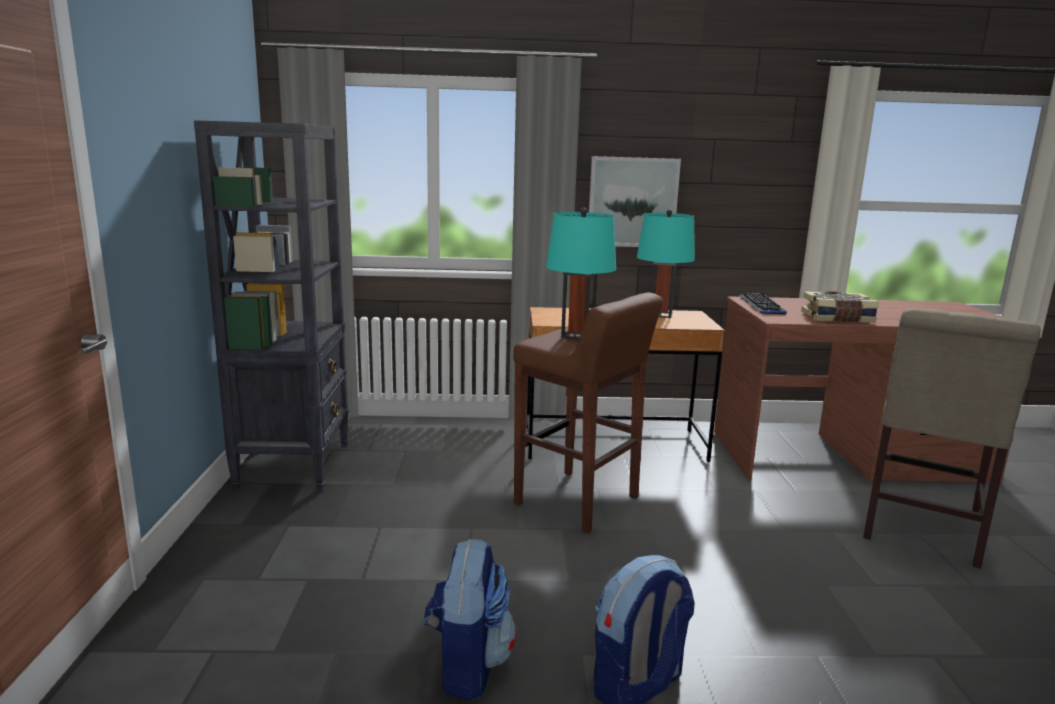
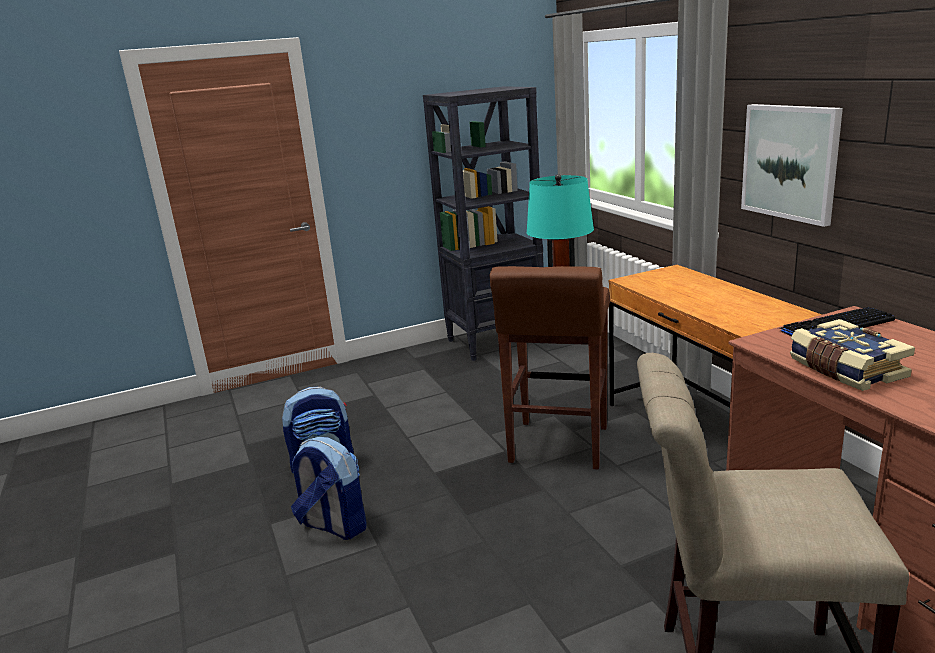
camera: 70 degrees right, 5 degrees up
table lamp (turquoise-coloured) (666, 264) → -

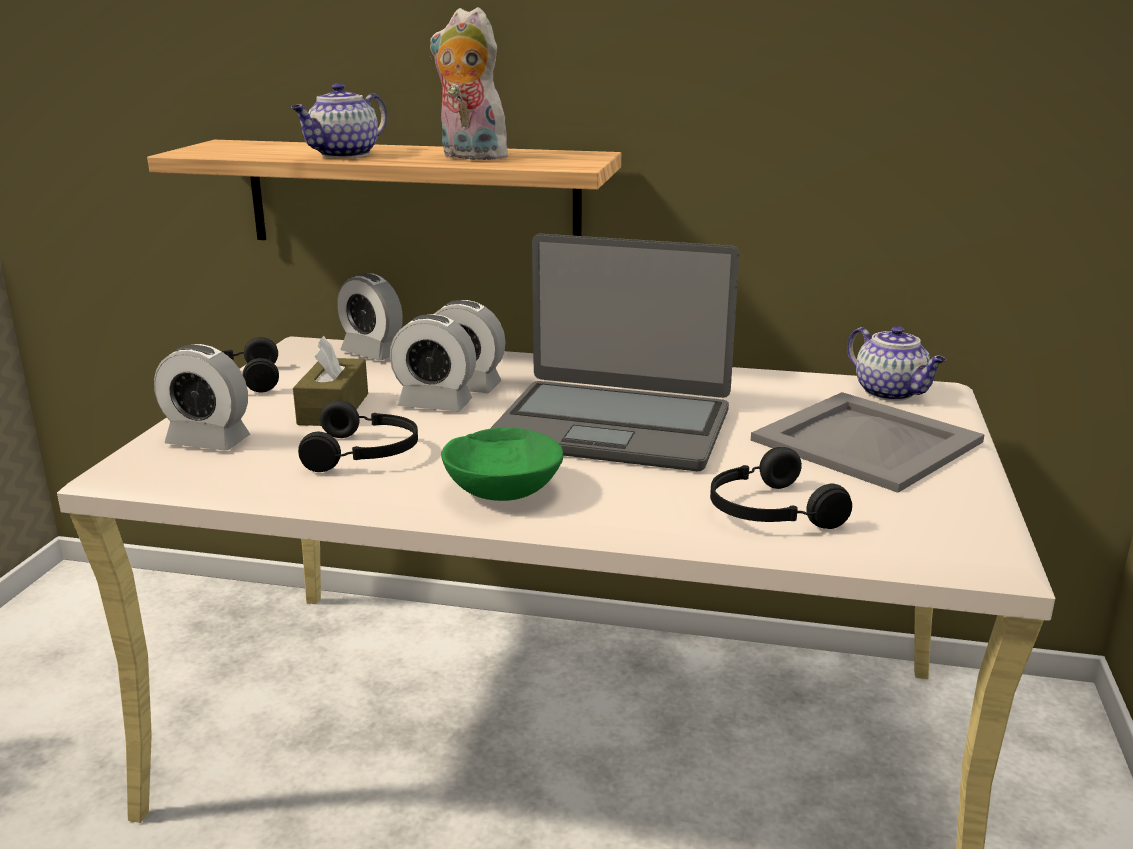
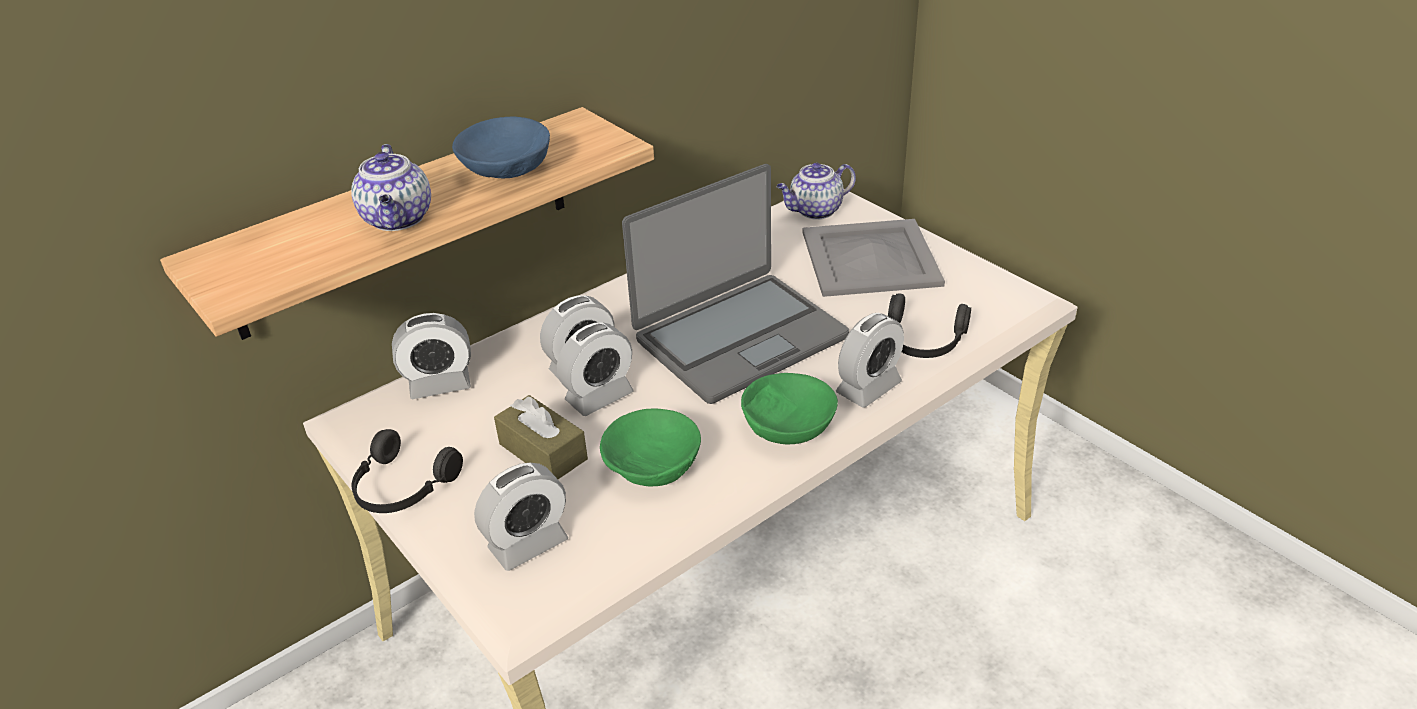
camera: 50 degrees left, 15 degrees up
headset (blackish) (358, 436) → serving bowl (greenish) (650, 447)
soft toy (470, 83) → serving bowl (bluish) (501, 148)
teapot (896, 363) → teapot (816, 191), 150 degrees clockwise
- → table clock (870, 360)

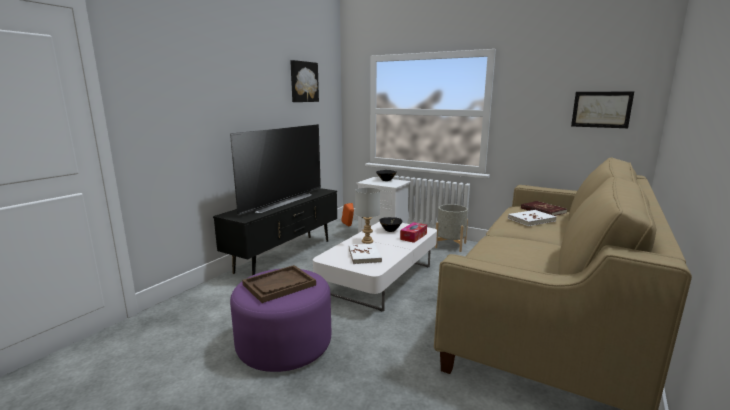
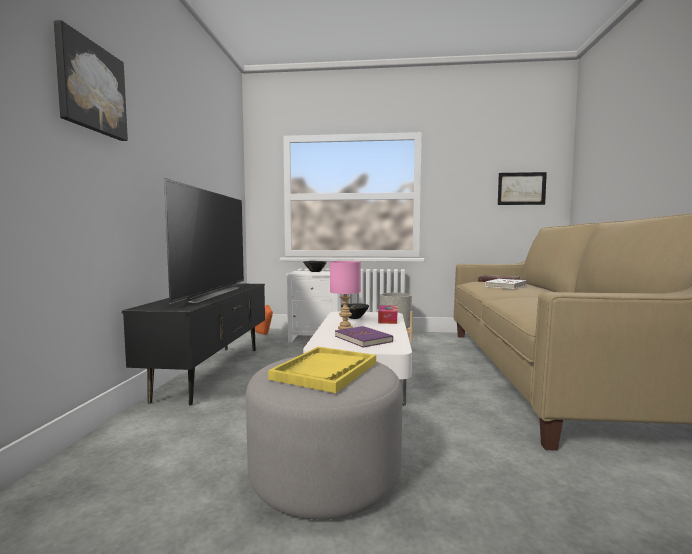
camera: 25 degrees left, 10 degrees down
footrest (purple) (280, 320) → footrest (gray) (324, 438)
carrying tray (brown-coloured) (279, 284) → carrying tray (yellowish) (322, 370)
picture (304, 81) → picture (91, 80), moved
bound book (white) (365, 253) → bound book (purple) (364, 337)
table lamp (gray) (367, 215) → table lamp (pink-coloured) (345, 295)

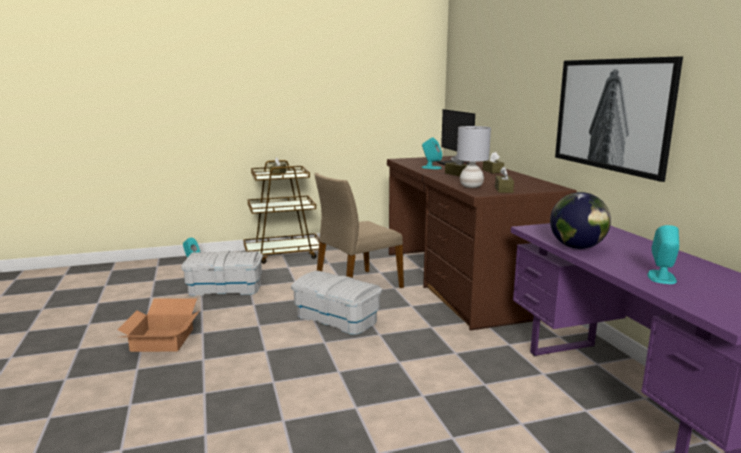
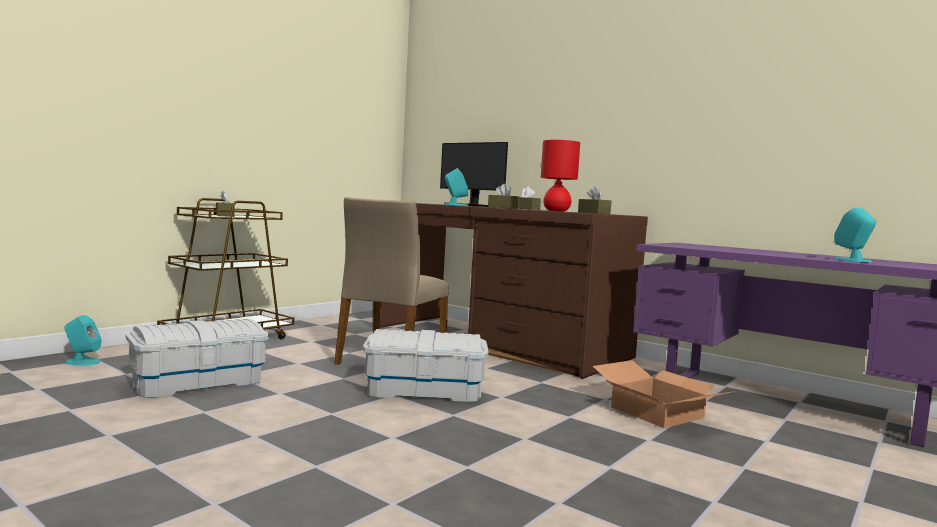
camera: 35 degrees left, 10 degrees down
cardboard box (158, 325) → cardboard box (664, 394), moved
table lamp (gray) (474, 157) → table lamp (reddish) (560, 176)
globe (580, 220) → -
picture (619, 119) → -

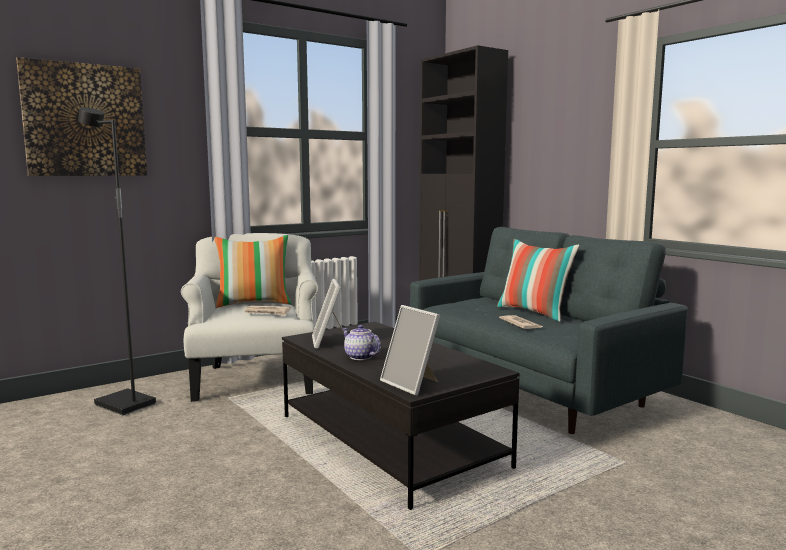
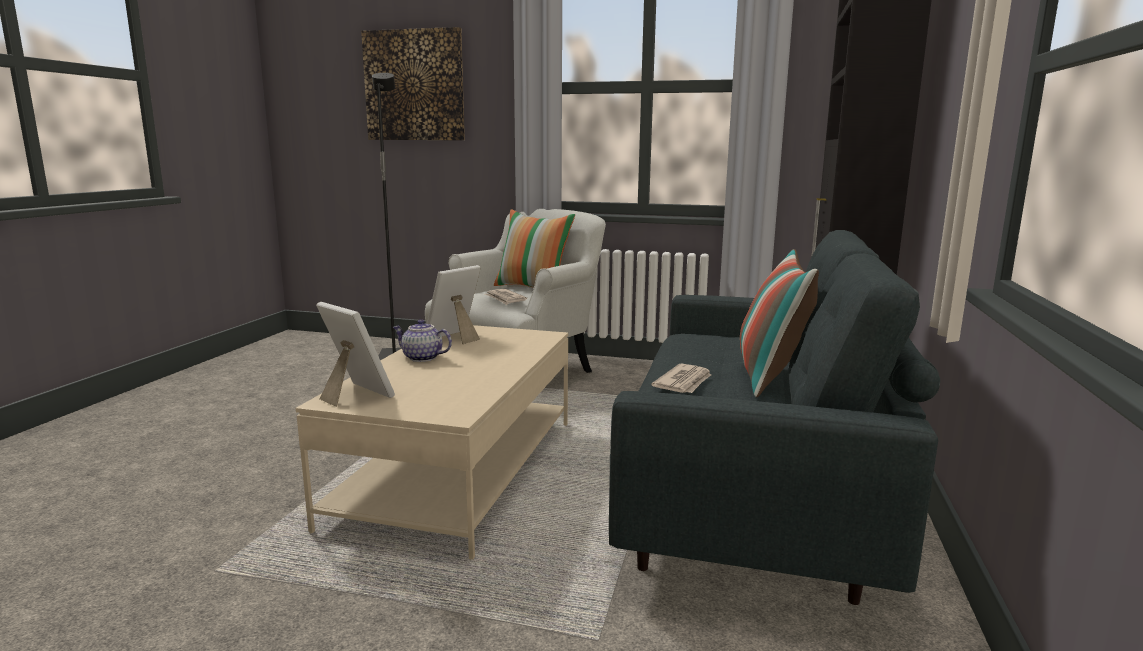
camera: 50 degrees right, 5 degrees up
low table (blackish) (401, 416) → low table (beige) (432, 442)
teapot (361, 342) → teapot (422, 340), 75 degrees counterclockwise
picture frame (410, 350) → picture frame (355, 354), 120 degrees clockwise

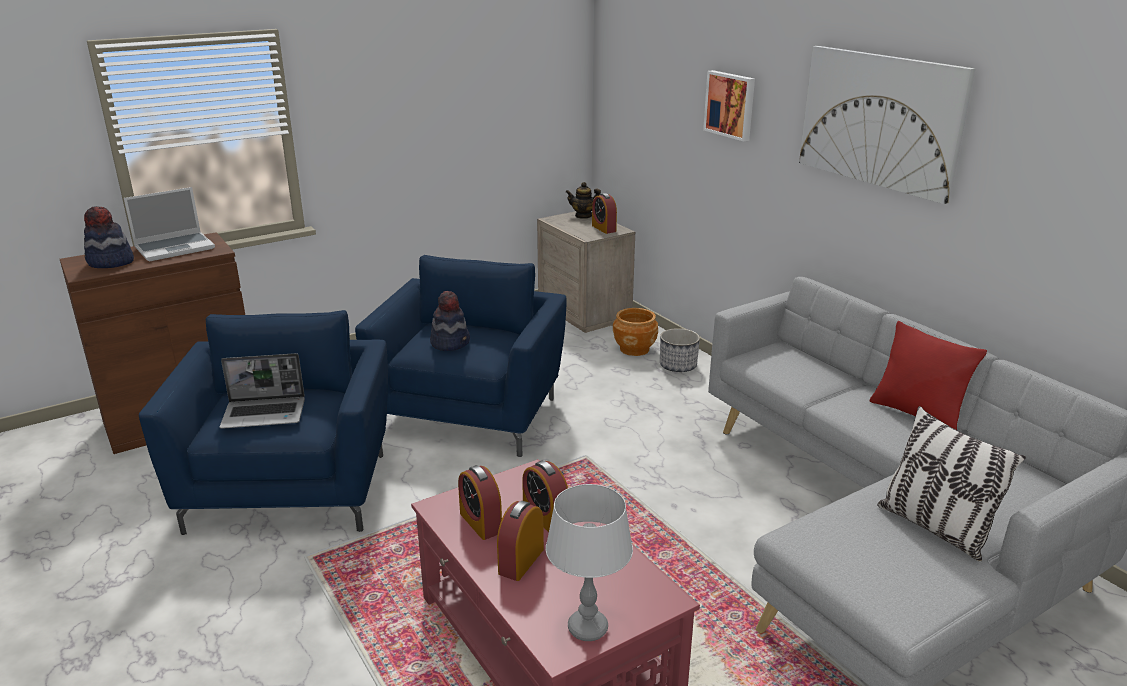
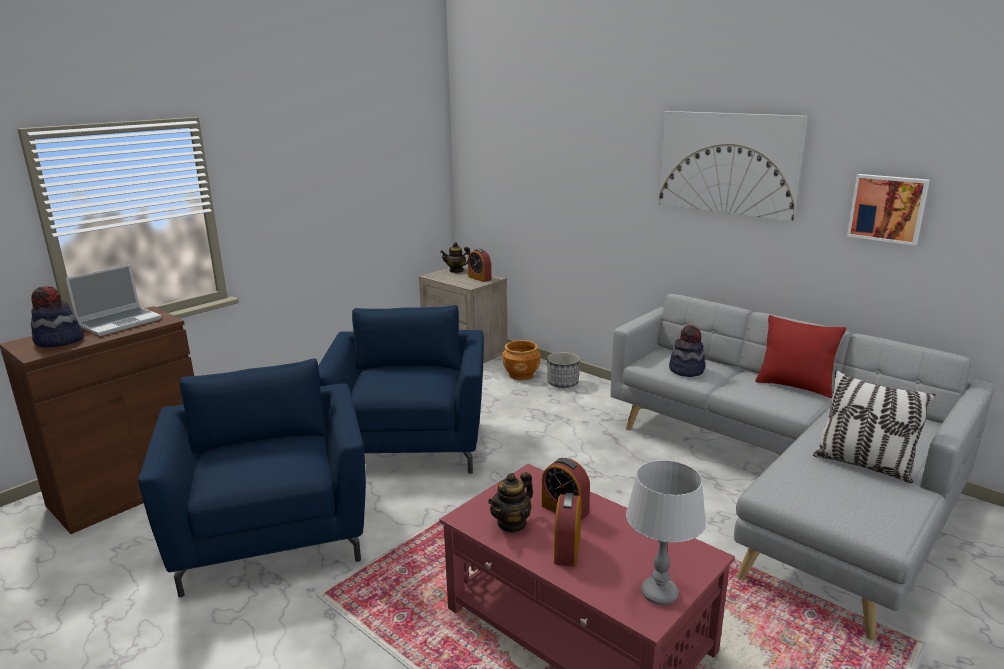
camera: 15 degrees left, 5 degrees down
portable computer (262, 391) → -
wearable hat (450, 321) → wearable hat (687, 351), moved
table clock (480, 502) → teapot (510, 502)
picture (729, 106) → picture (888, 210), moved

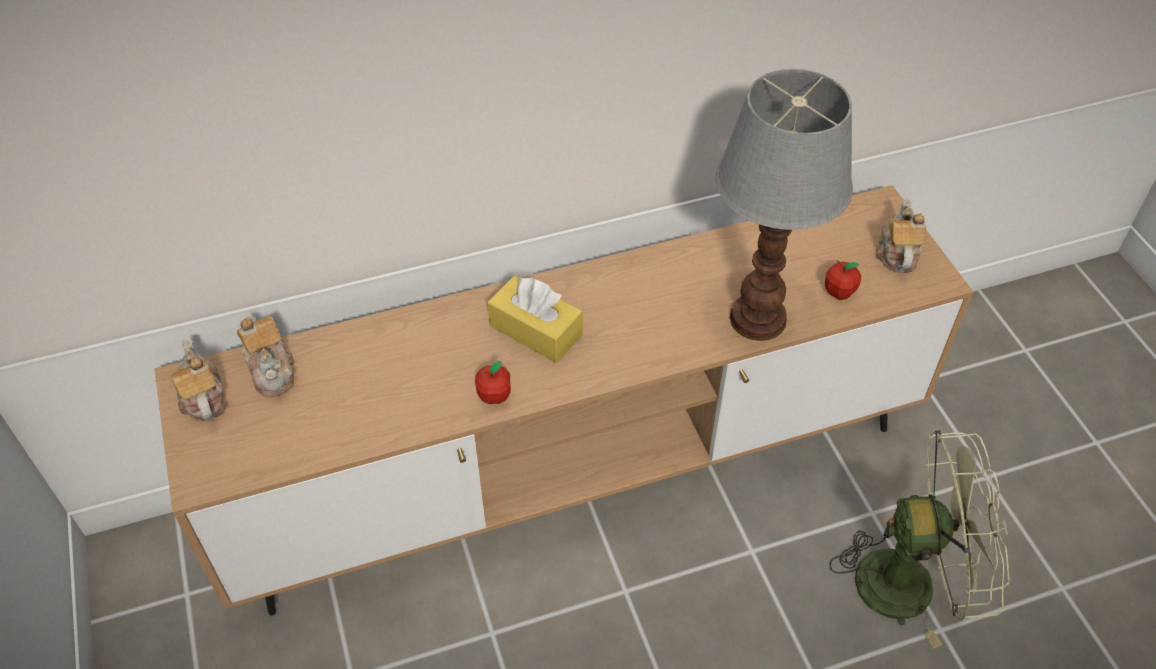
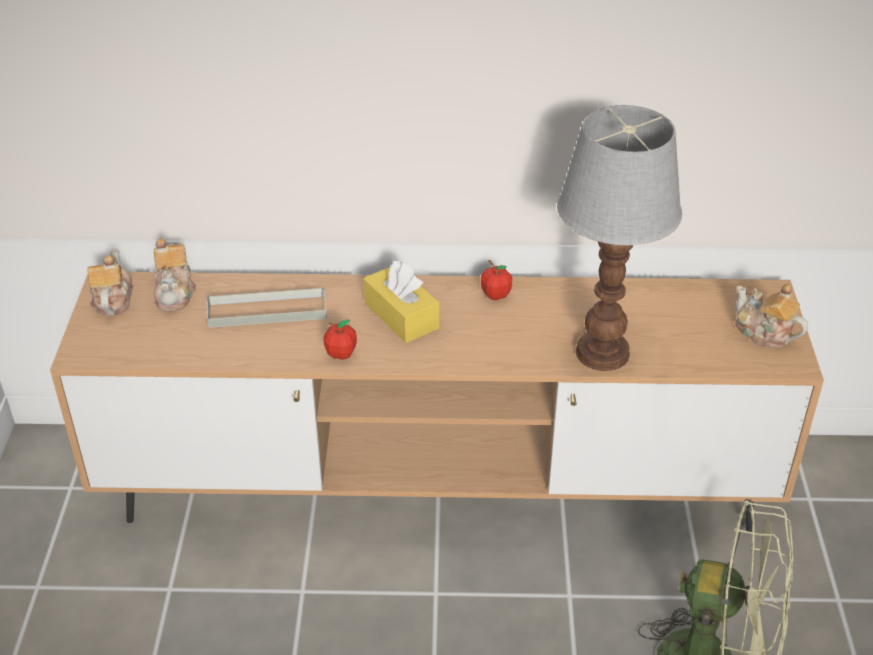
camera: 20 degrees right, 10 degrees down
whole apple (843, 280) → whole apple (496, 280), moved
teapot (901, 235) → teapot (771, 315), 75 degrees counterclockwise
- → carrying tray (gray) (266, 307)

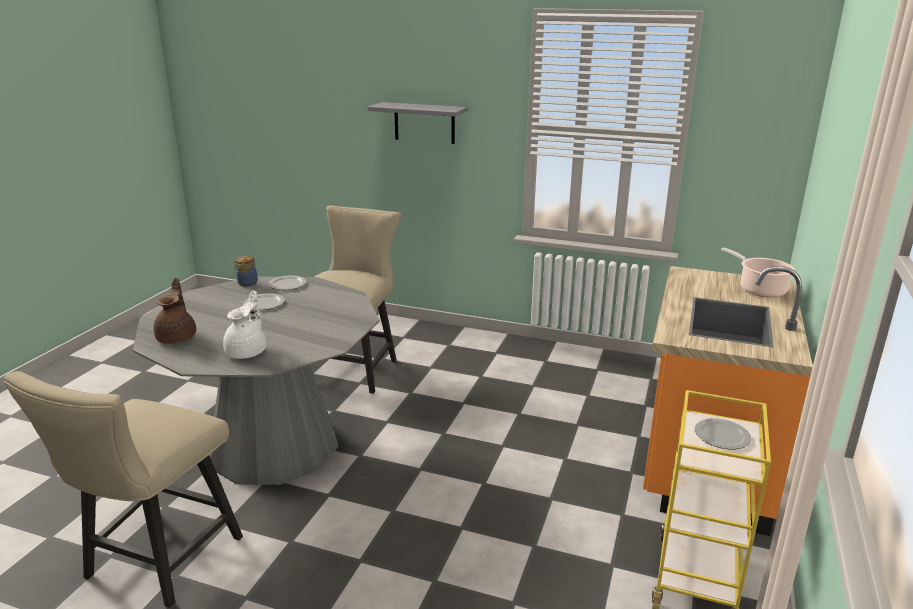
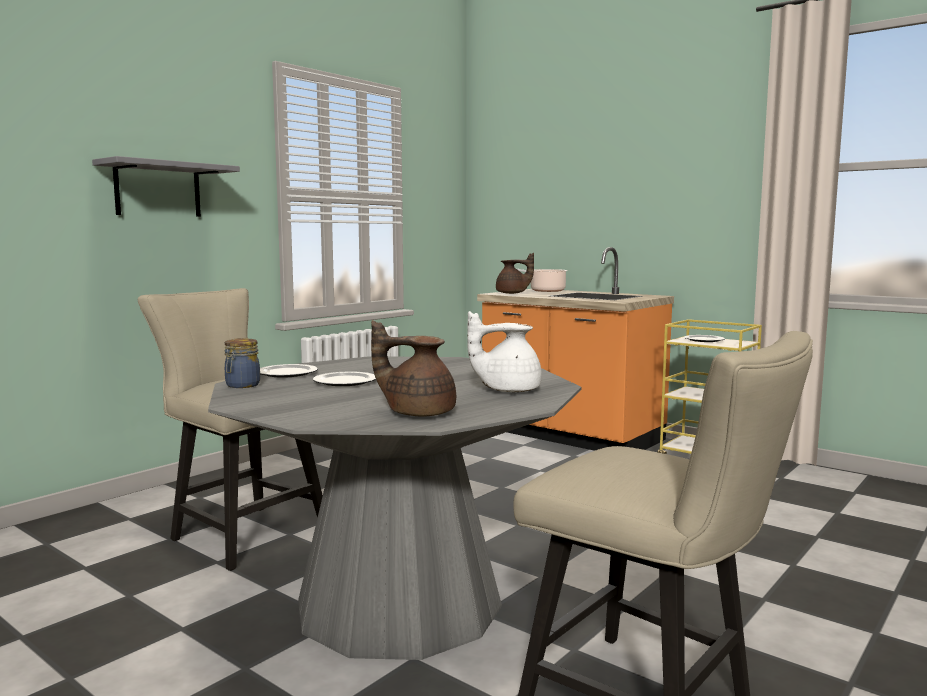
camera: 70 degrees left, 15 degrees down
teapot (white) (244, 324) → teapot (white) (504, 351), 45 degrees counterclockwise
- → teapot (brown-coloured) (515, 273)

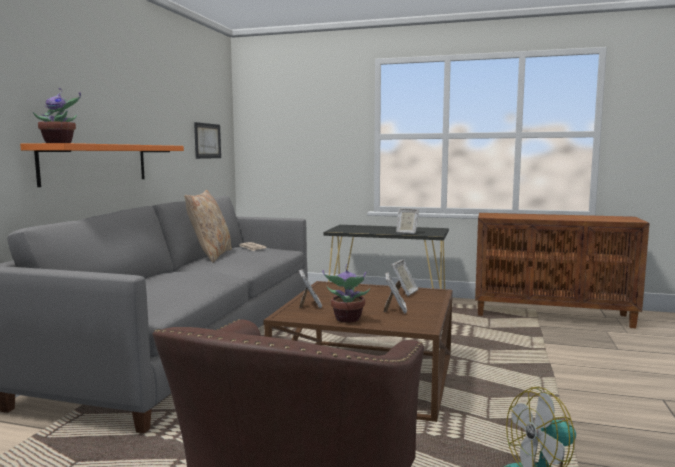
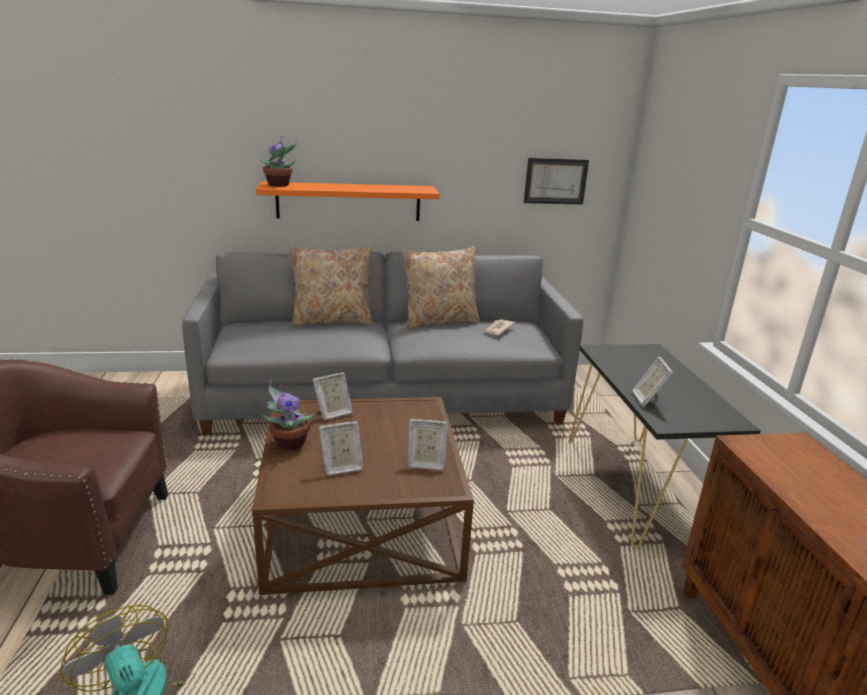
camera: 65 degrees right, 15 degrees up
- → cushion (beige) (331, 286)

